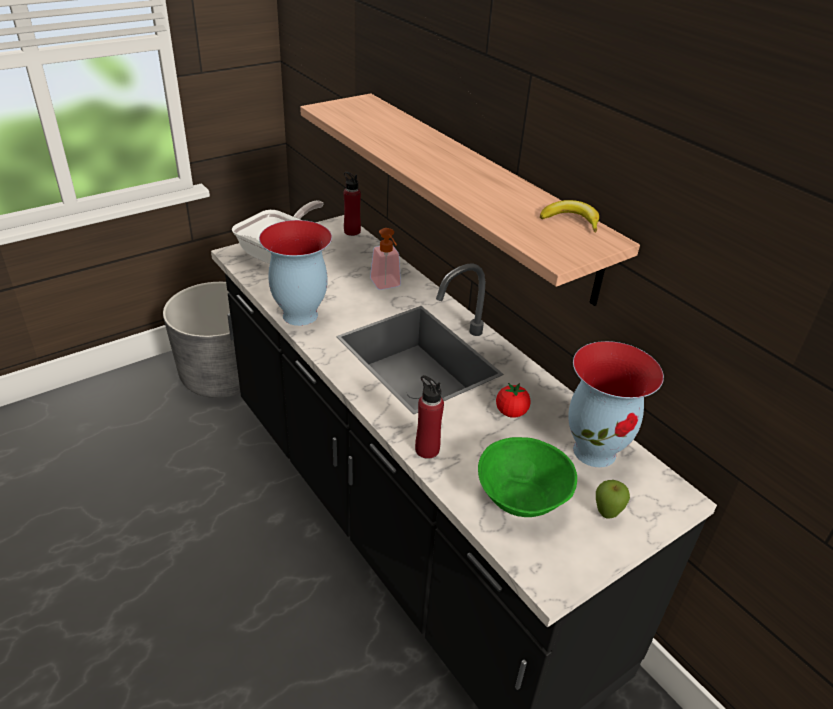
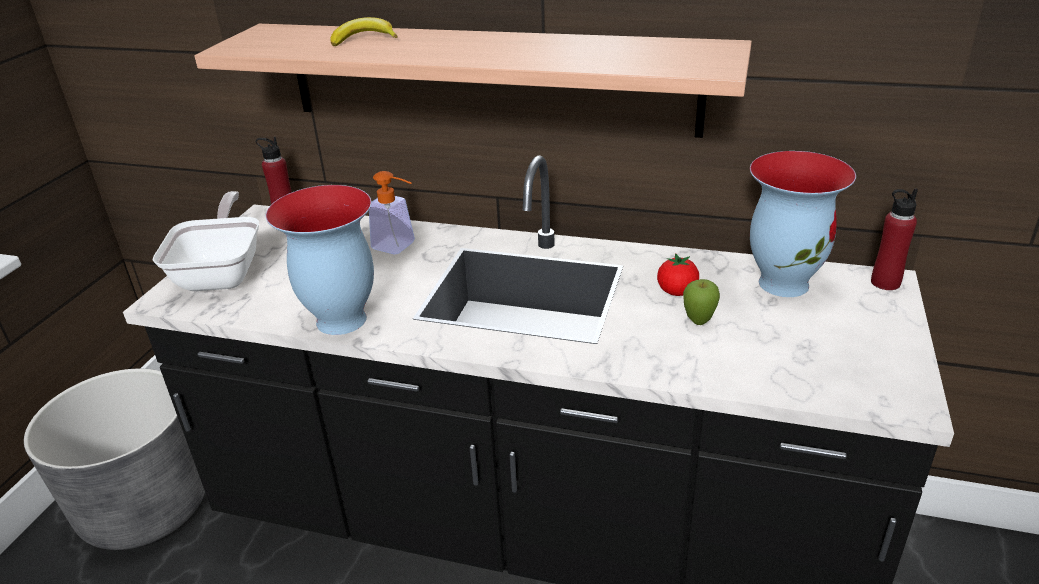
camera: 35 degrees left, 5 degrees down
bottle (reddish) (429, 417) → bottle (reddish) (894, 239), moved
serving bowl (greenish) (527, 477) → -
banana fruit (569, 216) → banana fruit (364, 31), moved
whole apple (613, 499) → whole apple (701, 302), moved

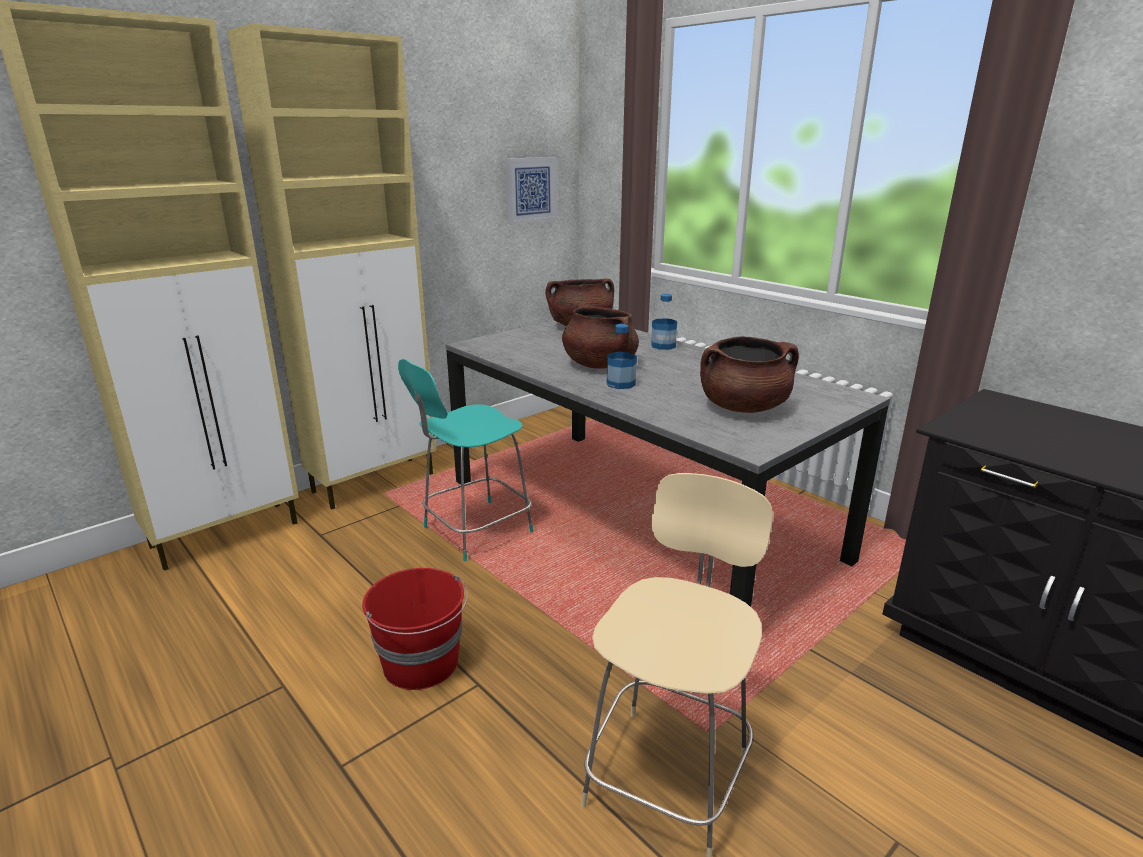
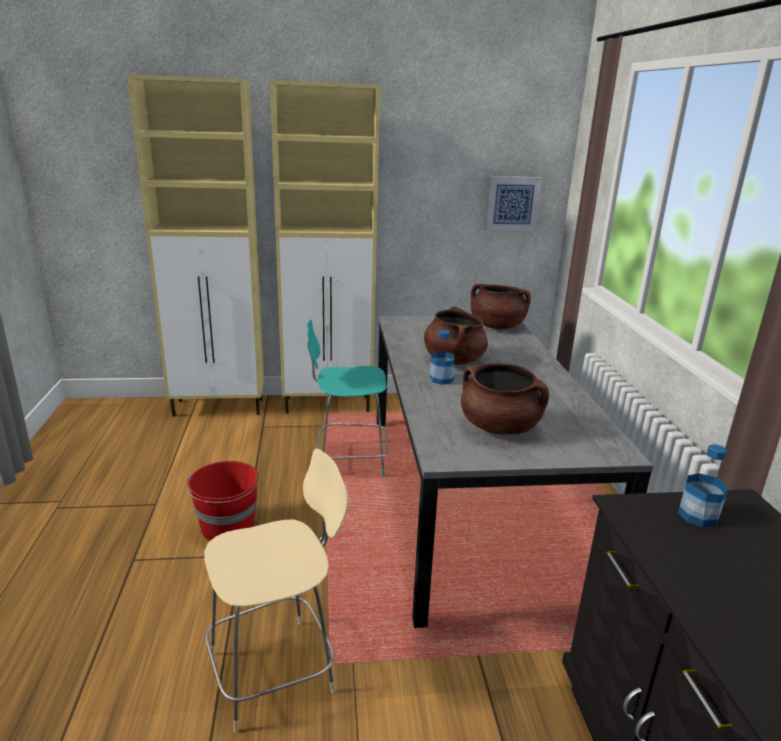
camera: 35 degrees right, 0 degrees up
bottle (664, 322) → bottle (703, 485), moved

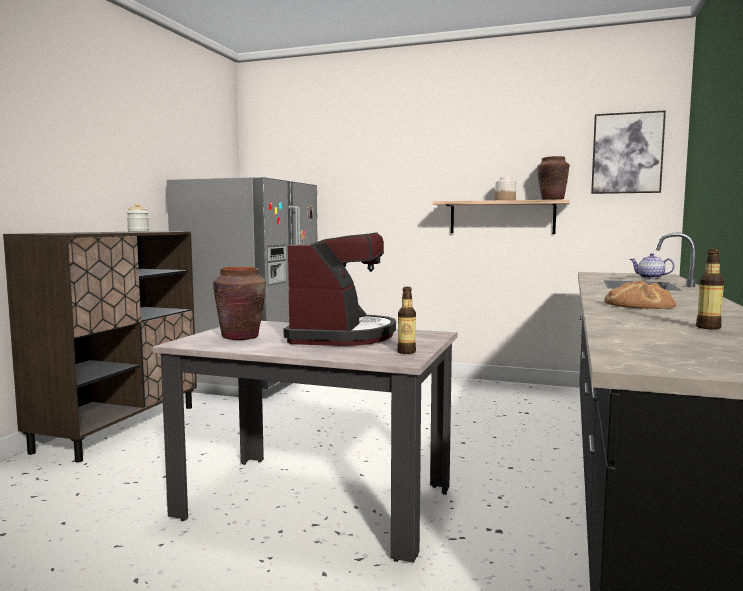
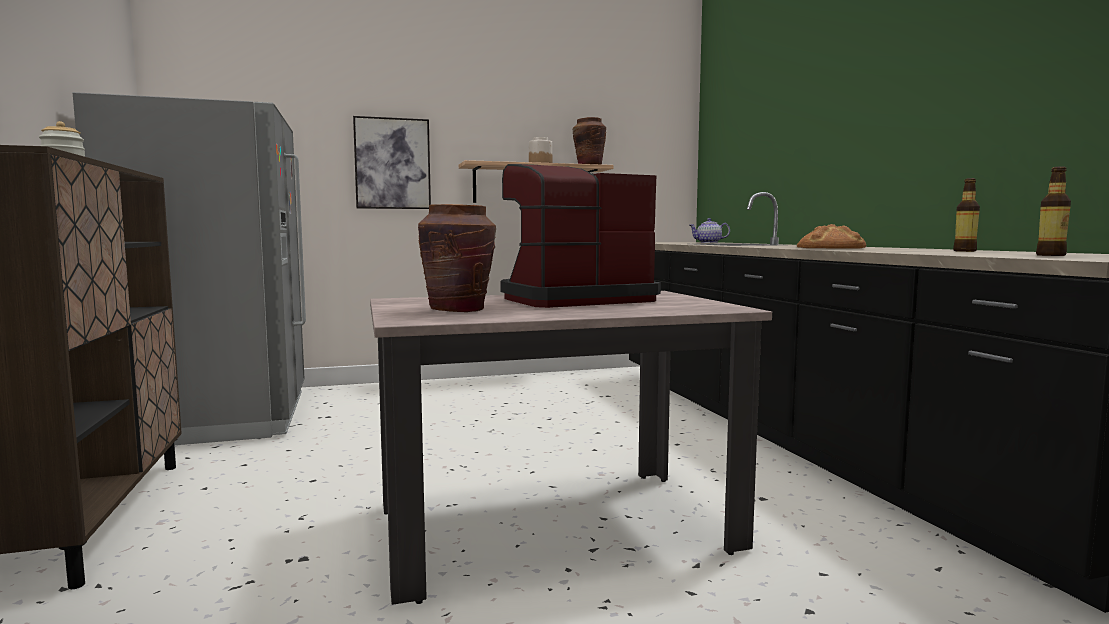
camera: 35 degrees left, 0 degrees up
coffee machine (340, 289) → coffee machine (580, 236), 90 degrees counterclockwise
bottle (406, 320) → bottle (1053, 211), moved
picture (628, 152) → picture (392, 162), moved

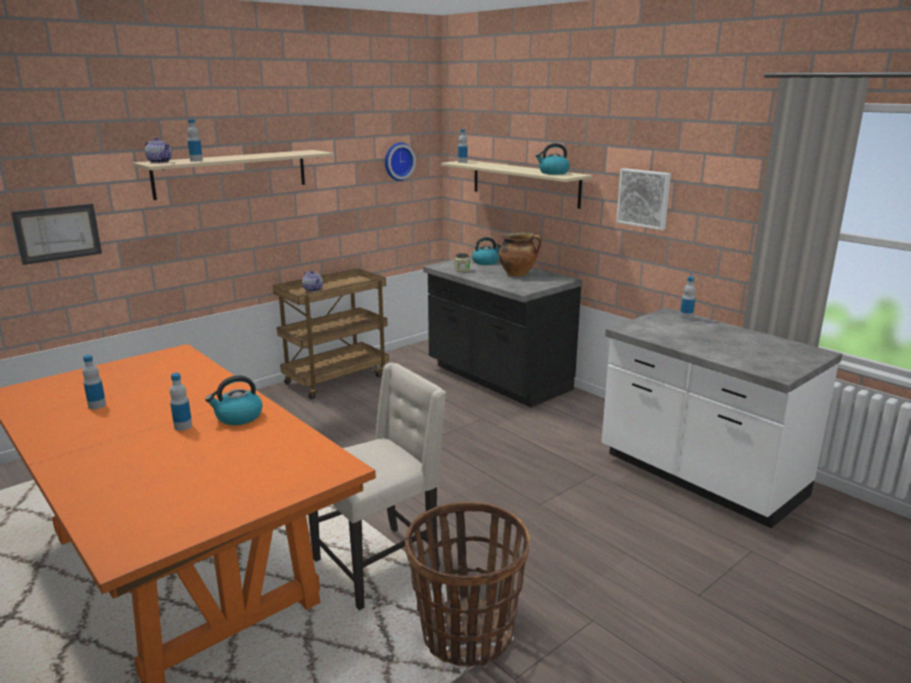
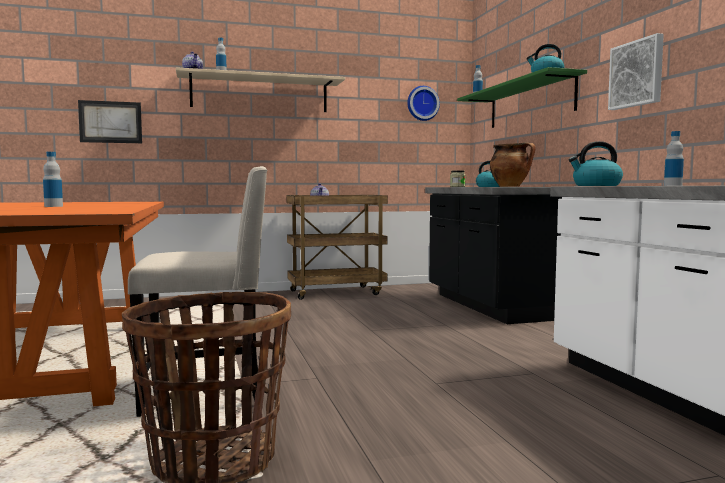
camera: 25 degrees right, 15 degrees down
bottle (94, 382) → -
kettle (233, 400) → kettle (596, 163), moved
bracket shelf (beige) (517, 184) → bracket shelf (greenish) (522, 97)

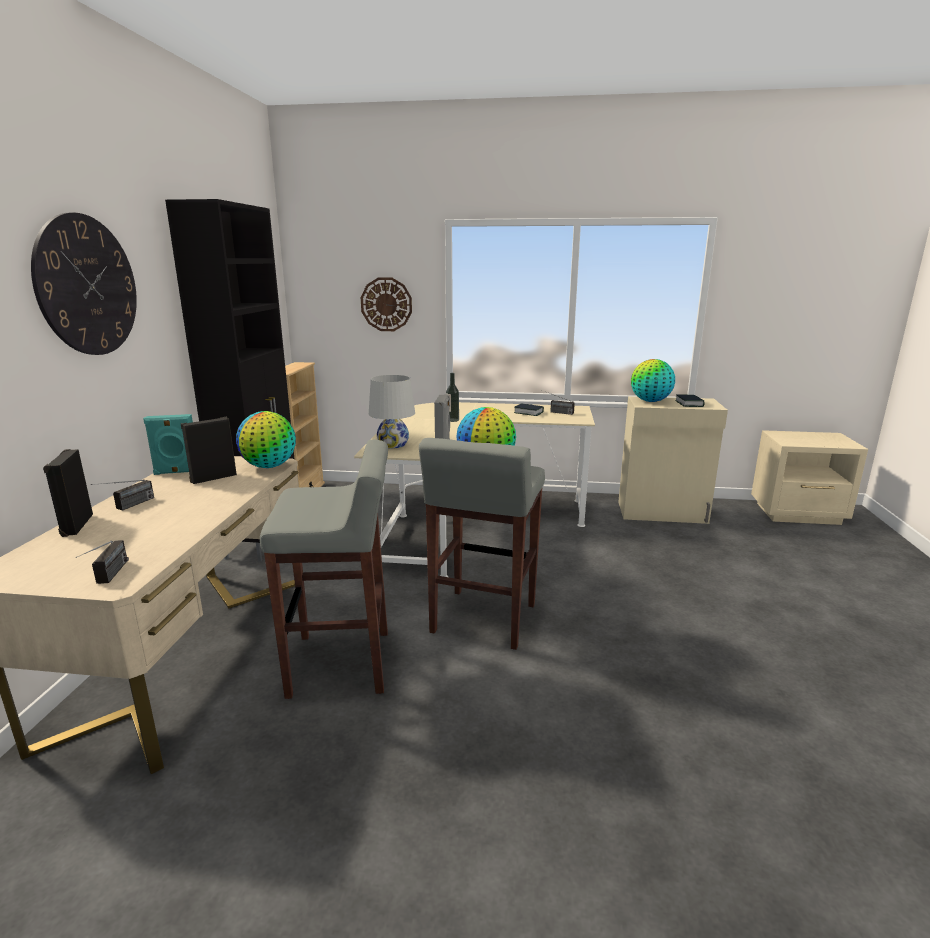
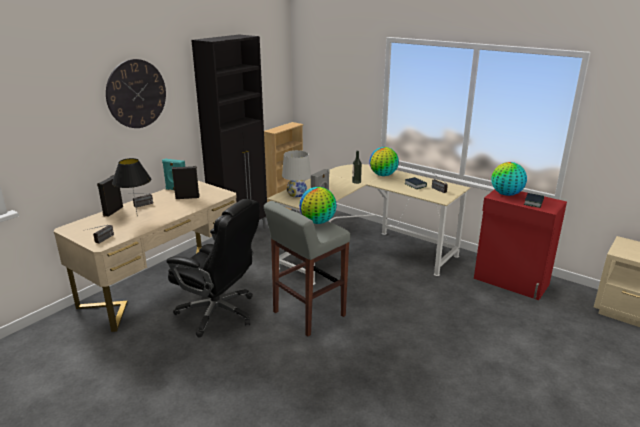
camera: 30 degrees right, 5 degrees up
globe (266, 439) → globe (384, 161), moved
stool (gray) (324, 569) → computer chair (blackish) (213, 268)
hanging clock (386, 304) → -
cabinet (beige) (673, 460) → cabinet (reddish) (520, 244)
- → table lamp (blackish) (131, 187)

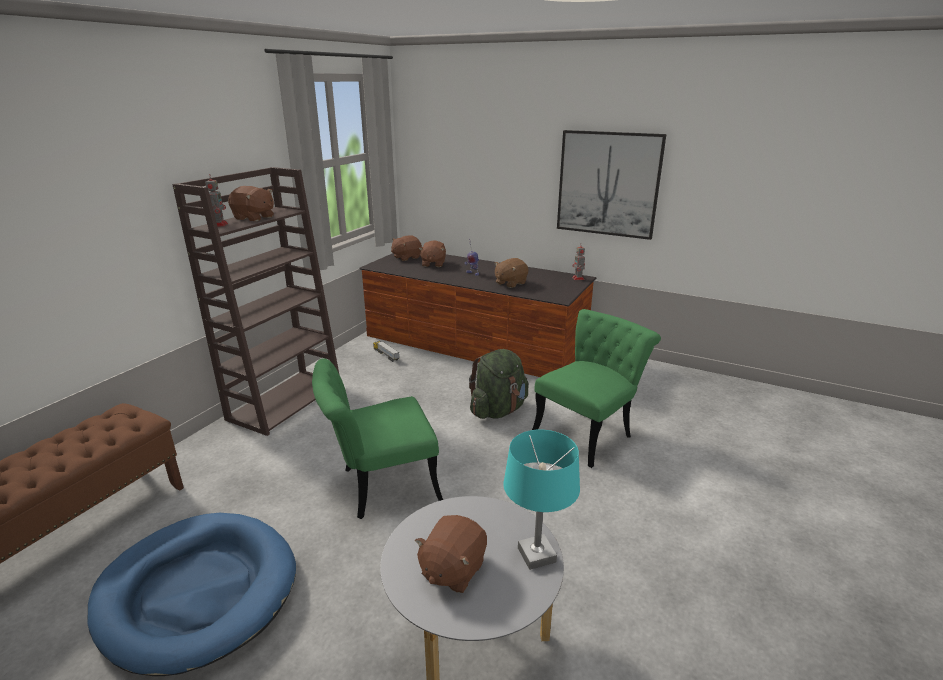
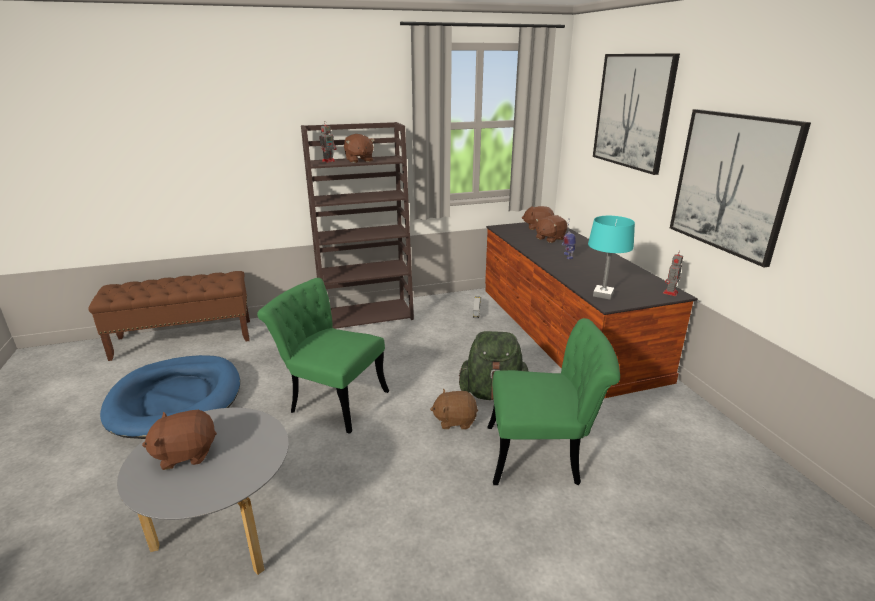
camera: 45 degrees right, 0 degrees up
soft toy (brown-coloured) (511, 273) → soft toy (brown-coloured) (454, 409), moved
table lamp (turquoise-coloured) (541, 500) → table lamp (turquoise-coloured) (611, 258), moved
- → picture (636, 114)

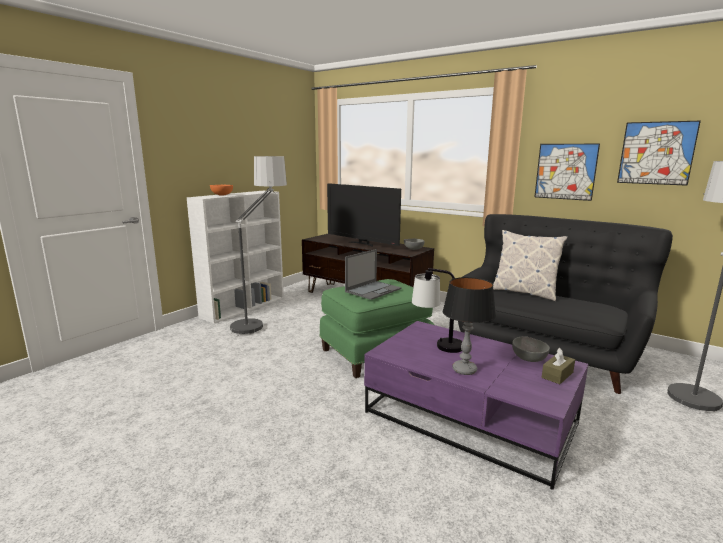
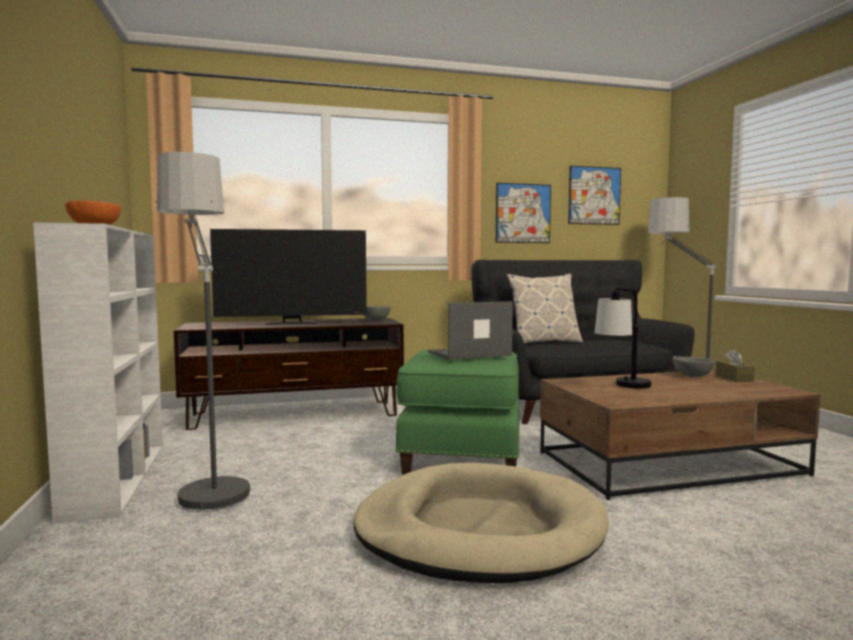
camera: 50 degrees left, 10 degrees down
portable computer (373, 274) → portable computer (470, 330), 105 degrees counterclockwise
low table (purple) (476, 405) → low table (brown-coloured) (680, 435)
table lamp (469, 326) → -
- → dog cushion (beige) (481, 523)

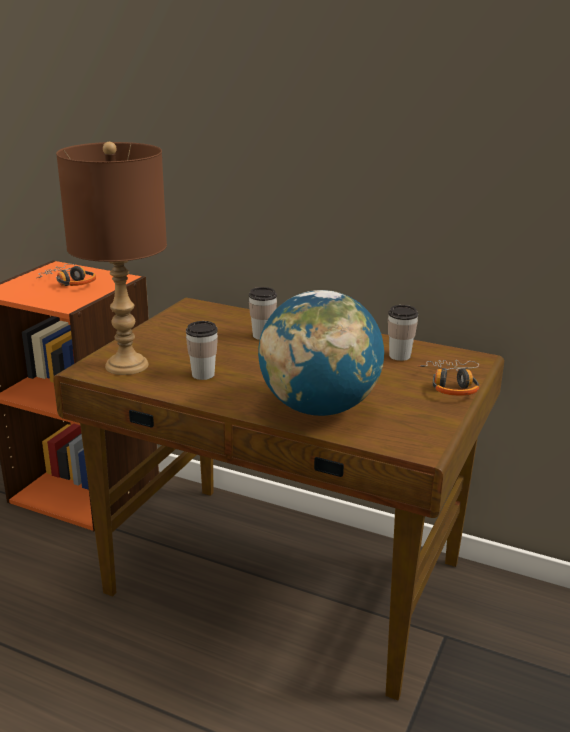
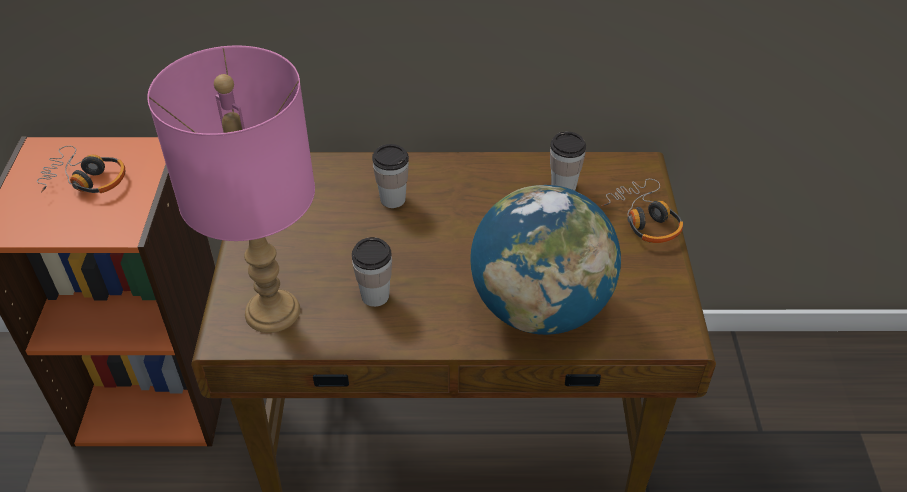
camera: 25 degrees left, 20 degrees up
table lamp (brown-coloured) (111, 258) → table lamp (pink-coloured) (231, 189)

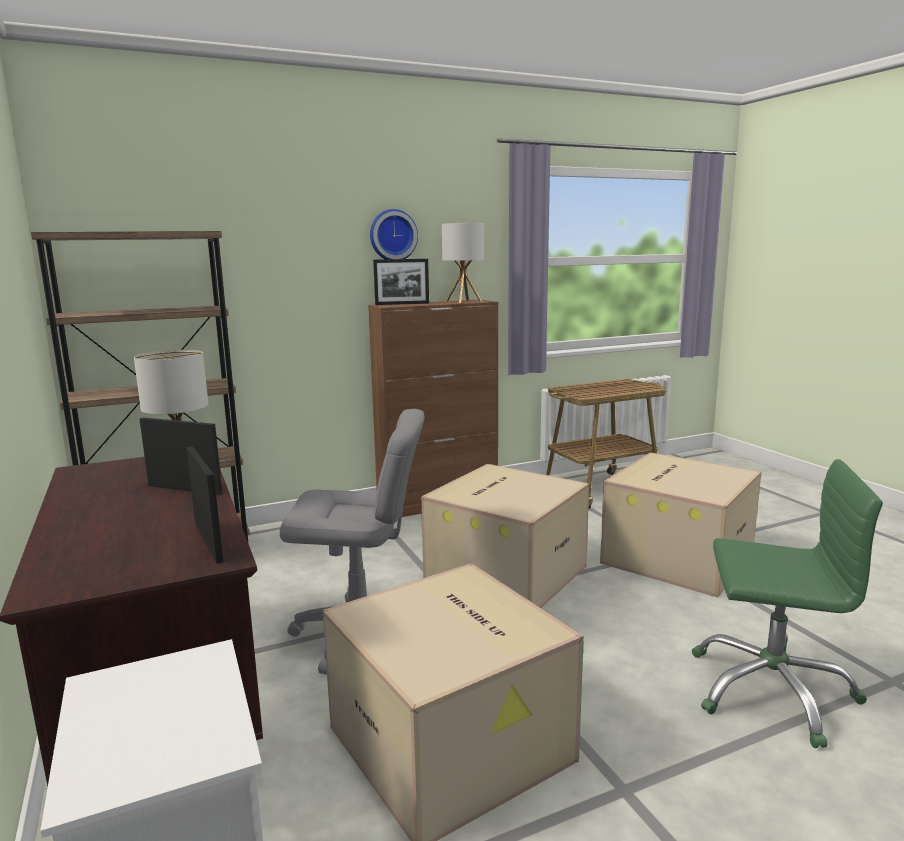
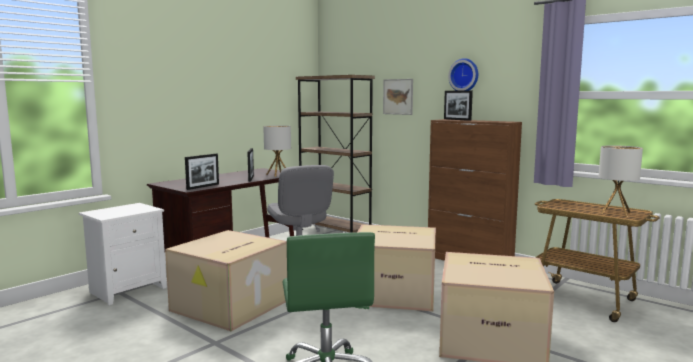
camera: 65 degrees right, 5 degrees down
table lamp (463, 263) → table lamp (620, 181), moved
- → picture (398, 97)

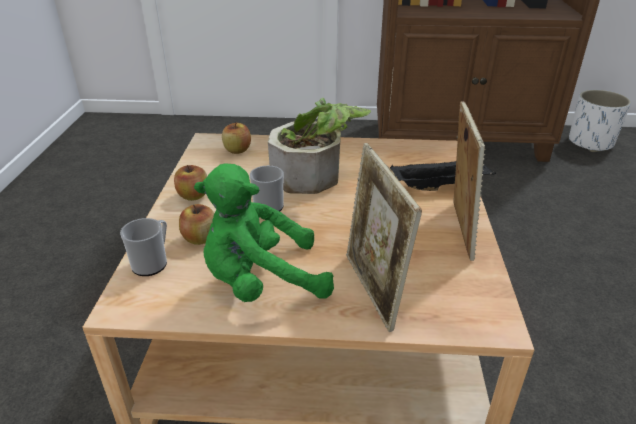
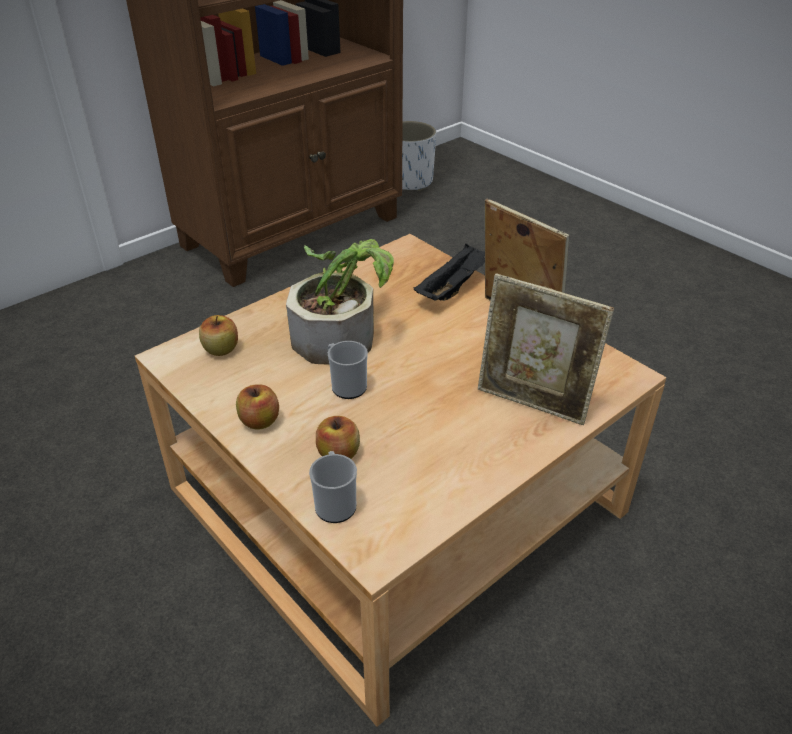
camera: 45 degrees left, 5 degrees up
soft toy (greenish) (264, 232) → -

